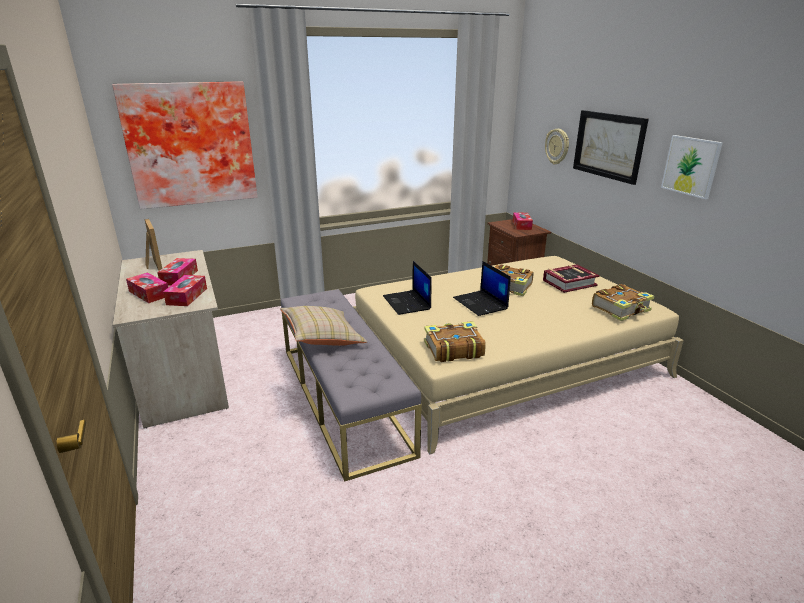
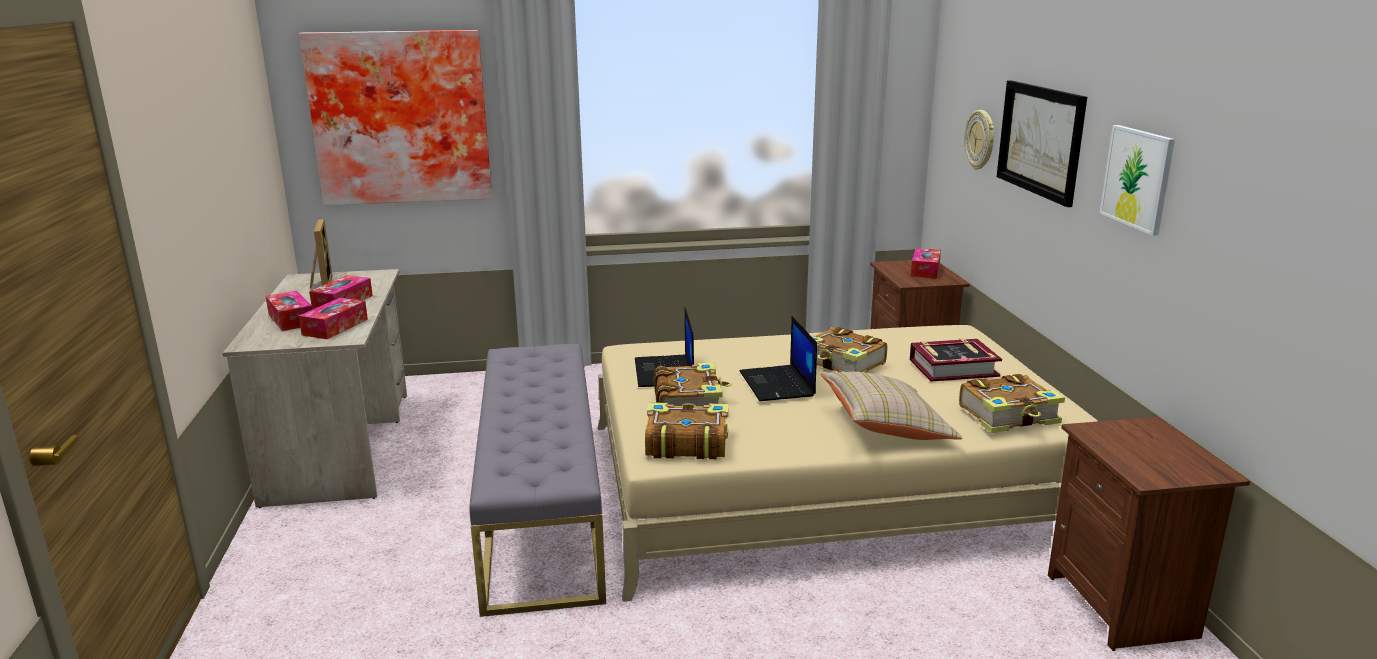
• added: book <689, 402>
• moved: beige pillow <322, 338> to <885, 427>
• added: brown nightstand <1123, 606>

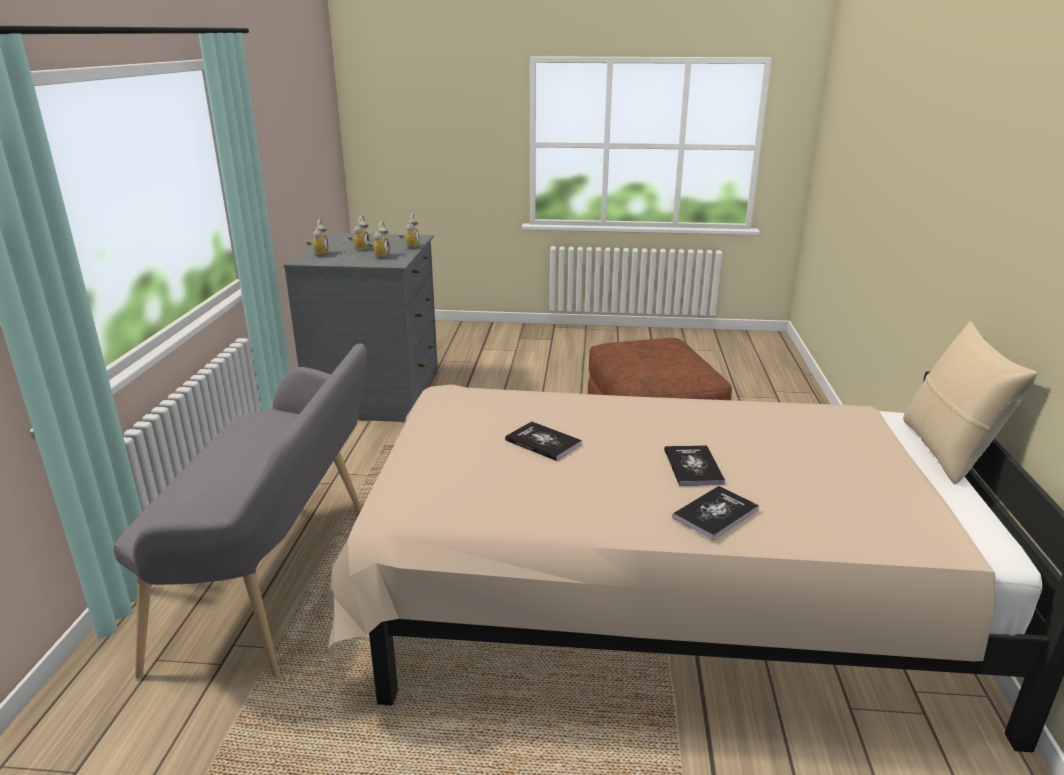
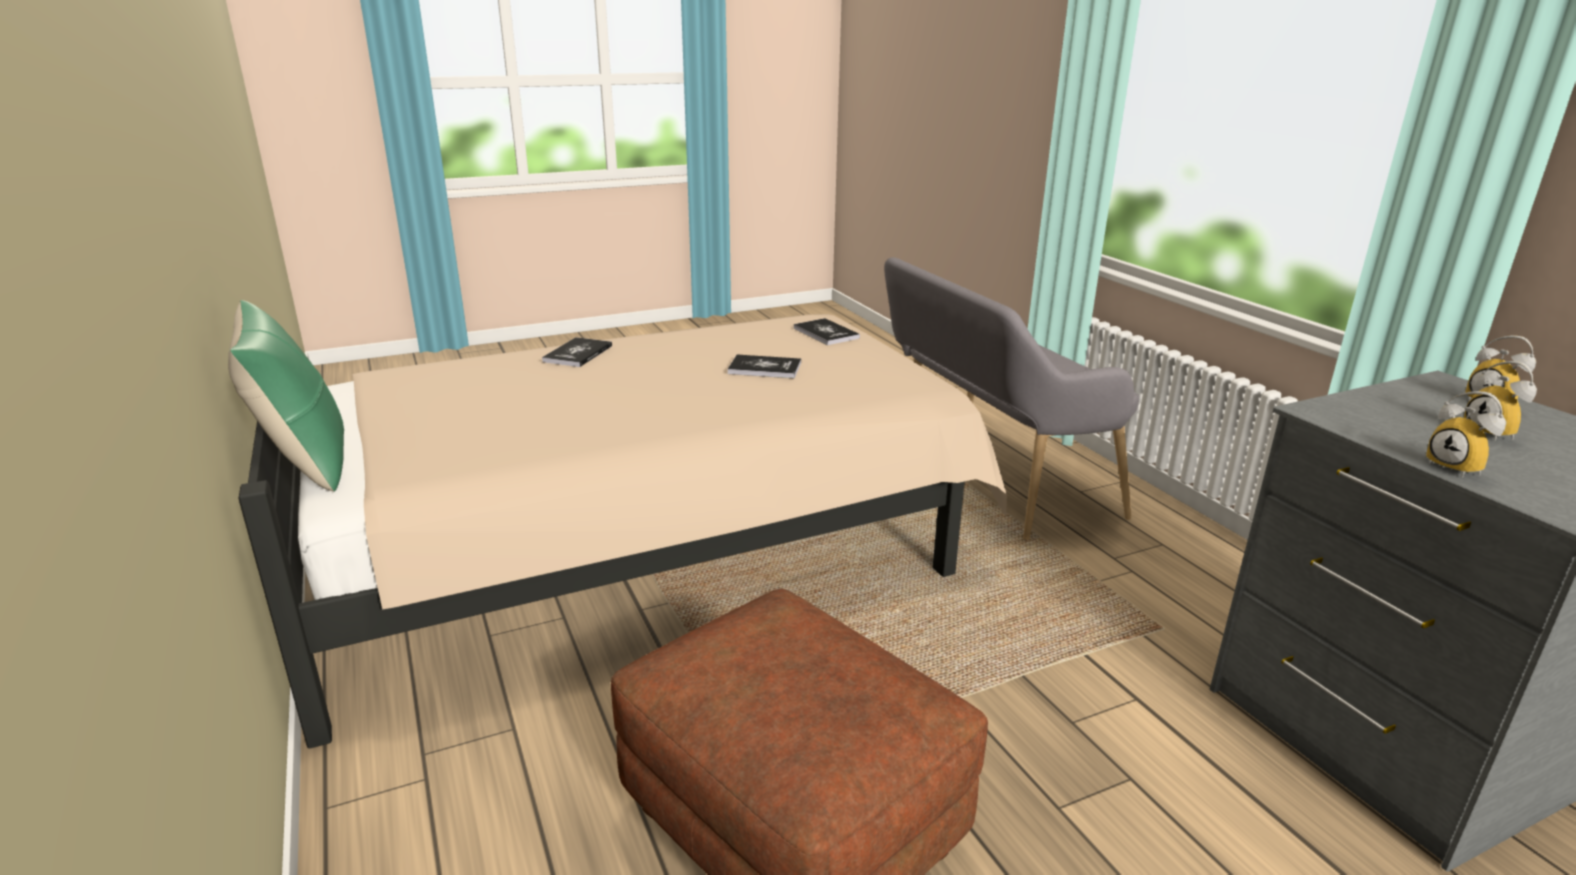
• recoloured: beige pillow <947, 451> to green pillow <305, 462>
• moved: book <693, 467> to <826, 333>
• removed: alarm clock <379, 256>

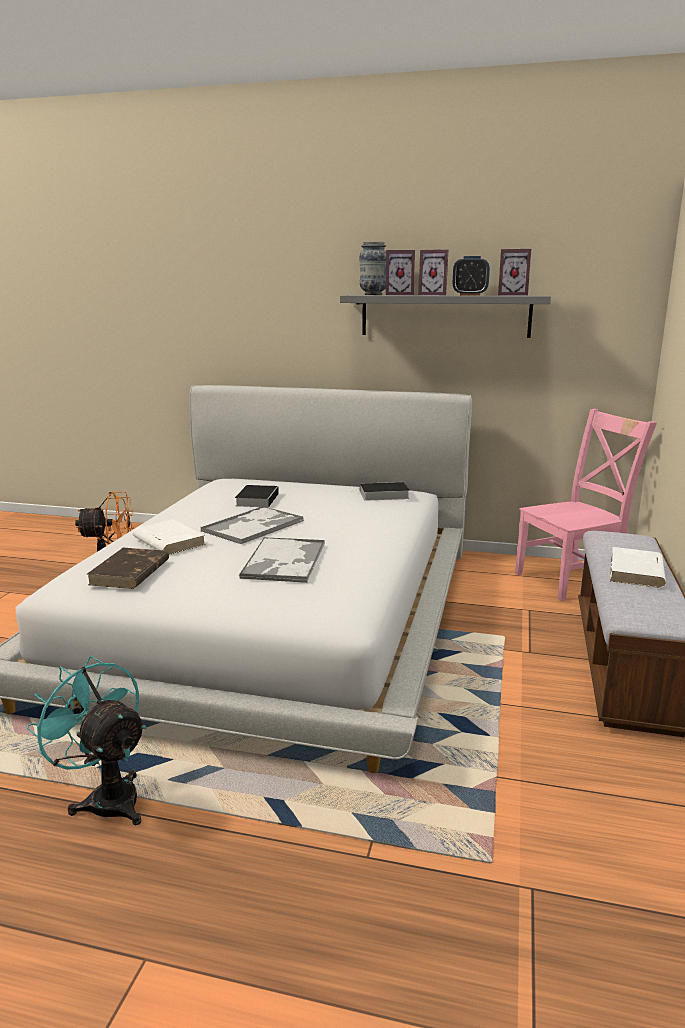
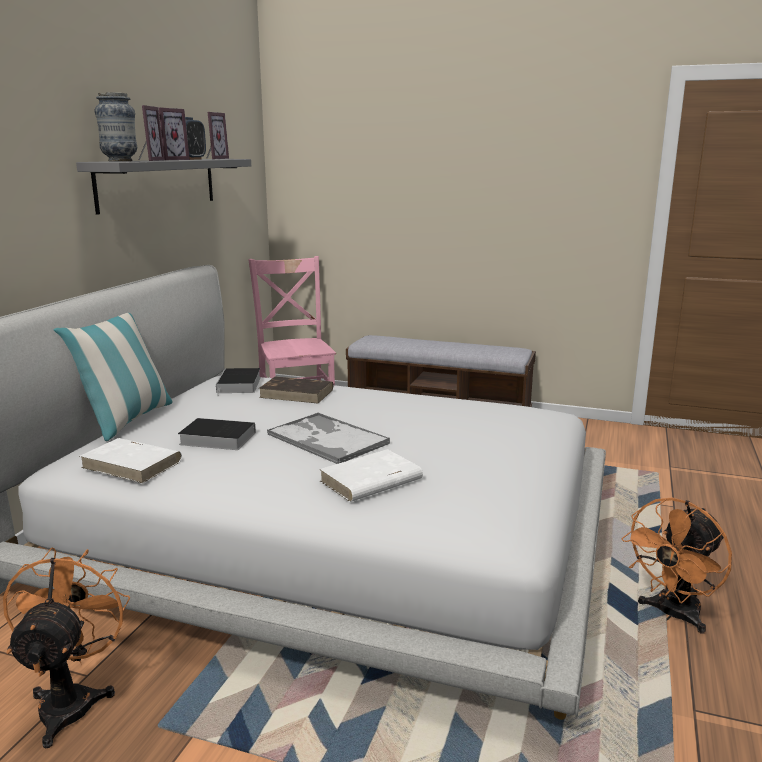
• added: pillow <126, 420>
• moved: white book <636, 572> to <133, 464>
• moved: brown book <129, 573> to <297, 393>
• recoloured: turquoise fan <106, 797> to orange fan <672, 615>
• removed: tray <284, 561>

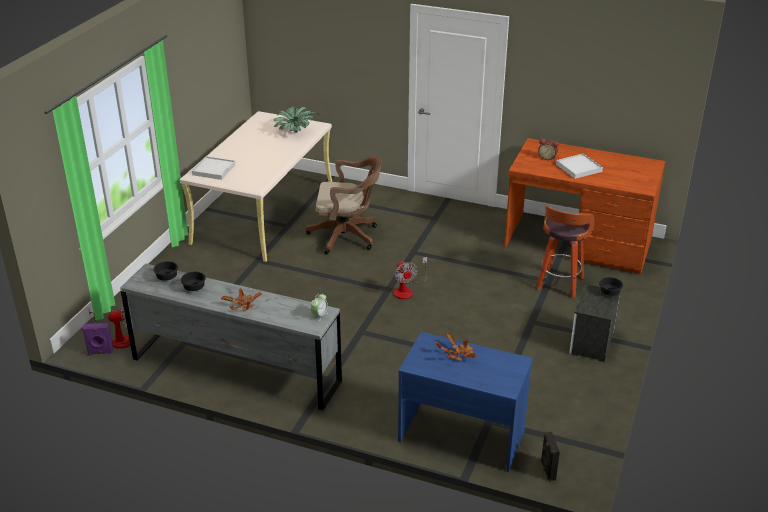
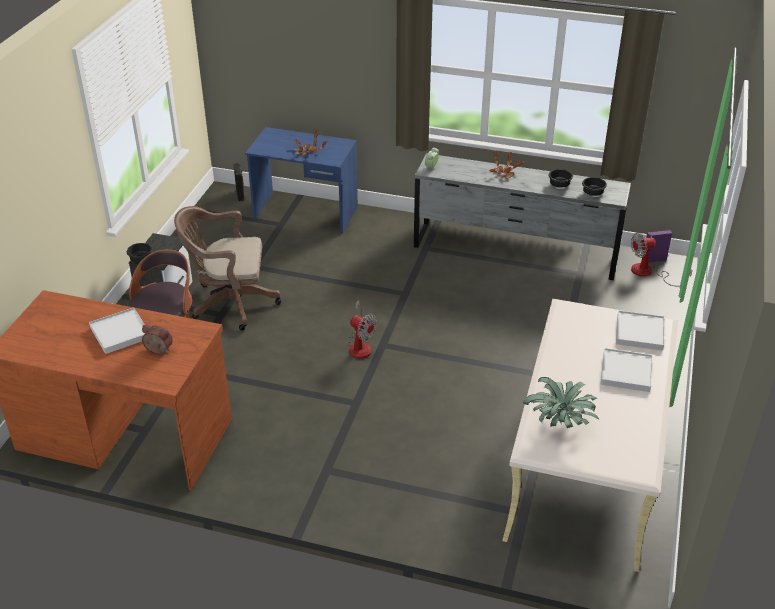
• moved: brown office chair <347, 236> to <230, 303>
• turned: fan <407, 290> = <360, 345> 150 degrees clockwise
• added: white tray <626, 372>

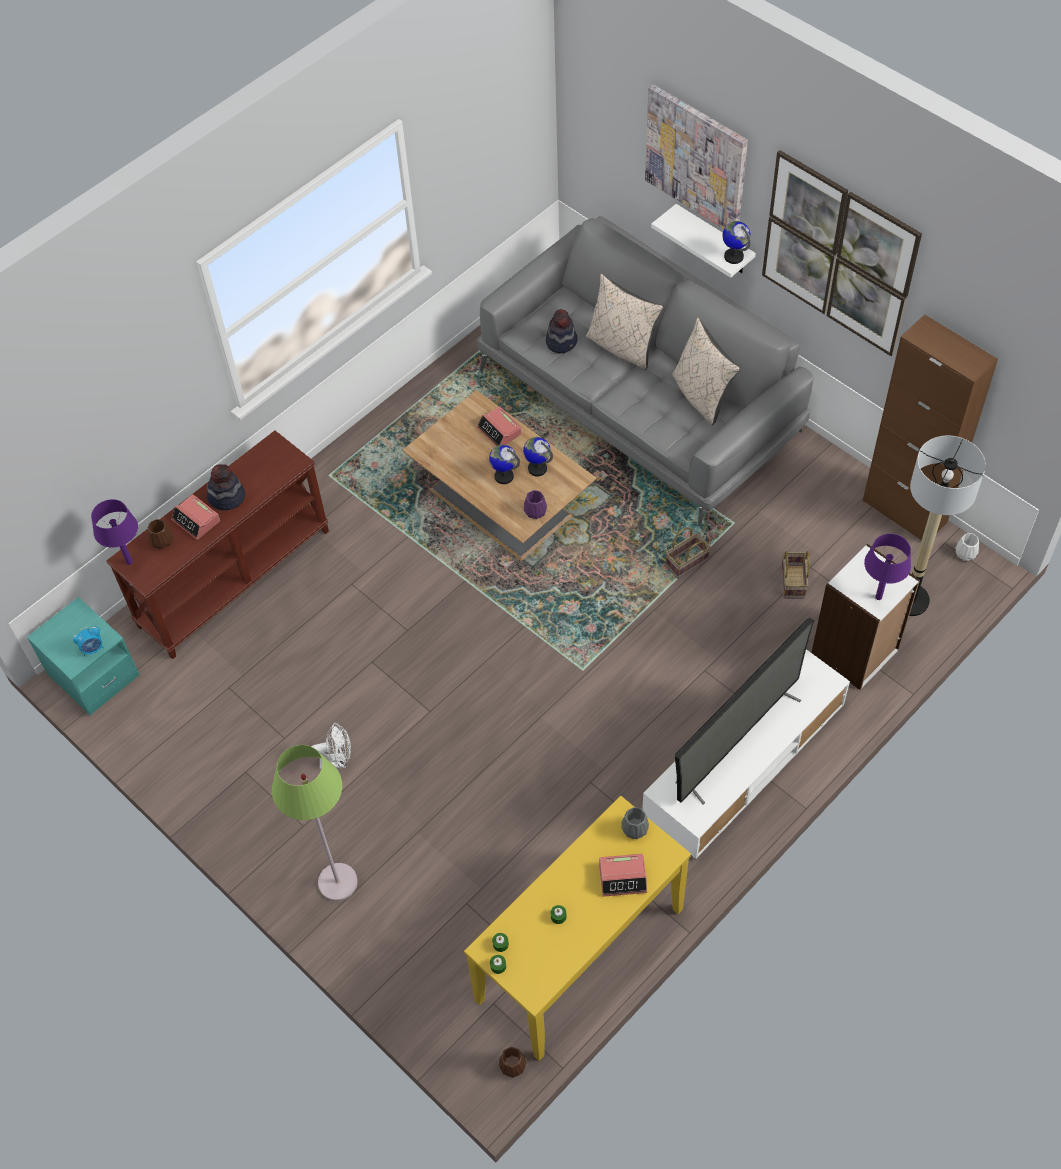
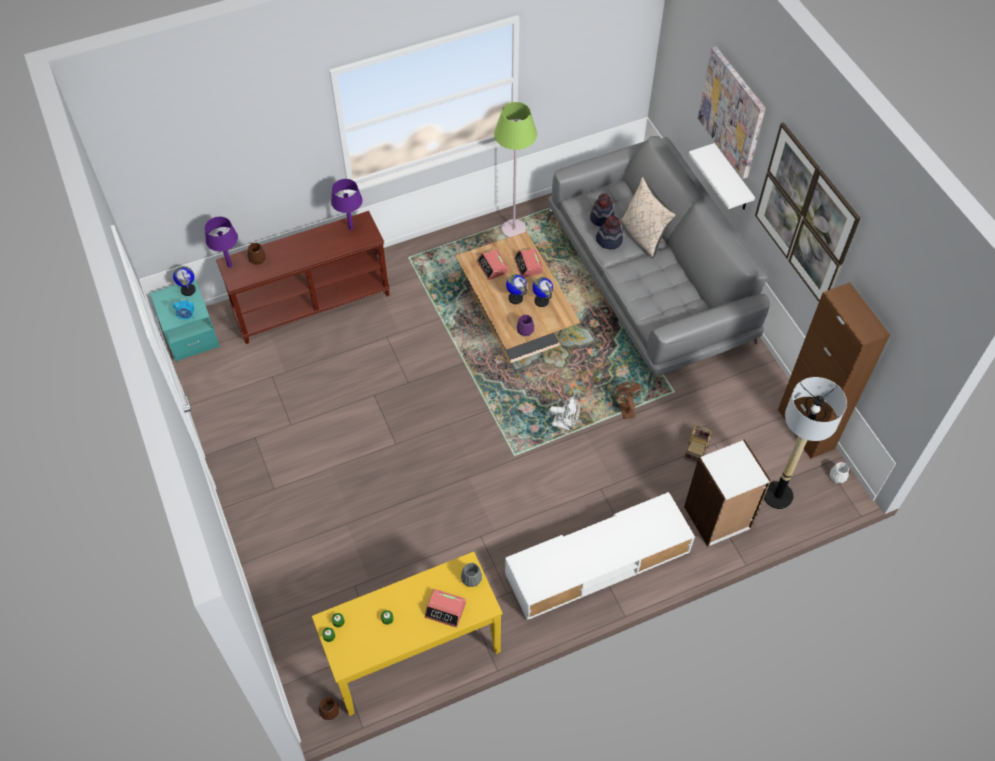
• moved: globe <733, 256> to <188, 290>
• moved: purple table lamp <878, 597> to <350, 228>
• moved: alarm clock <196, 520> to <492, 267>
• moved: green floor lamp <337, 882> to <513, 229>
• moved: white fan <337, 761> to <565, 424>
• moved: hat <227, 497> to <609, 240>
• replaced: basket <686, 563> to brown fan <625, 408>
• removed: beige pillow <701, 396>
• removed: television <737, 741>

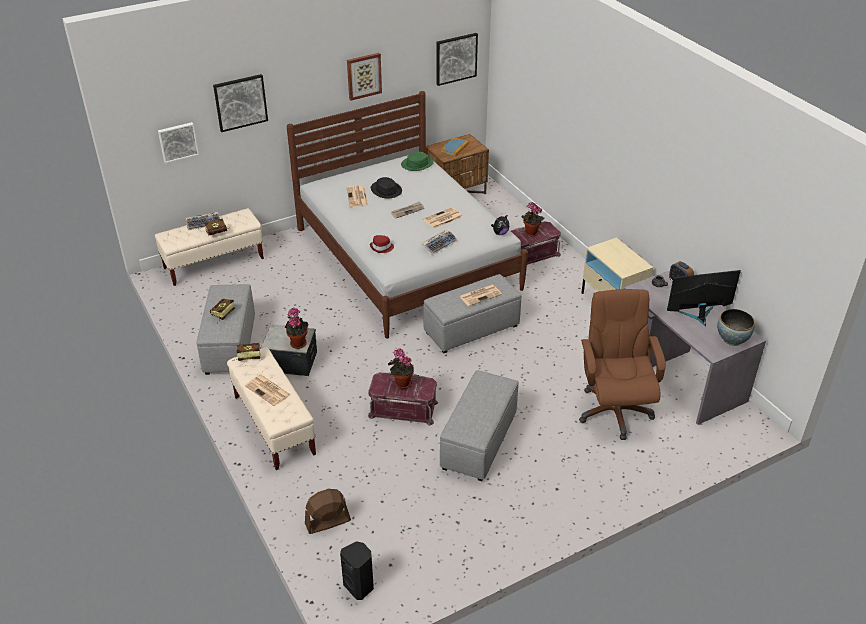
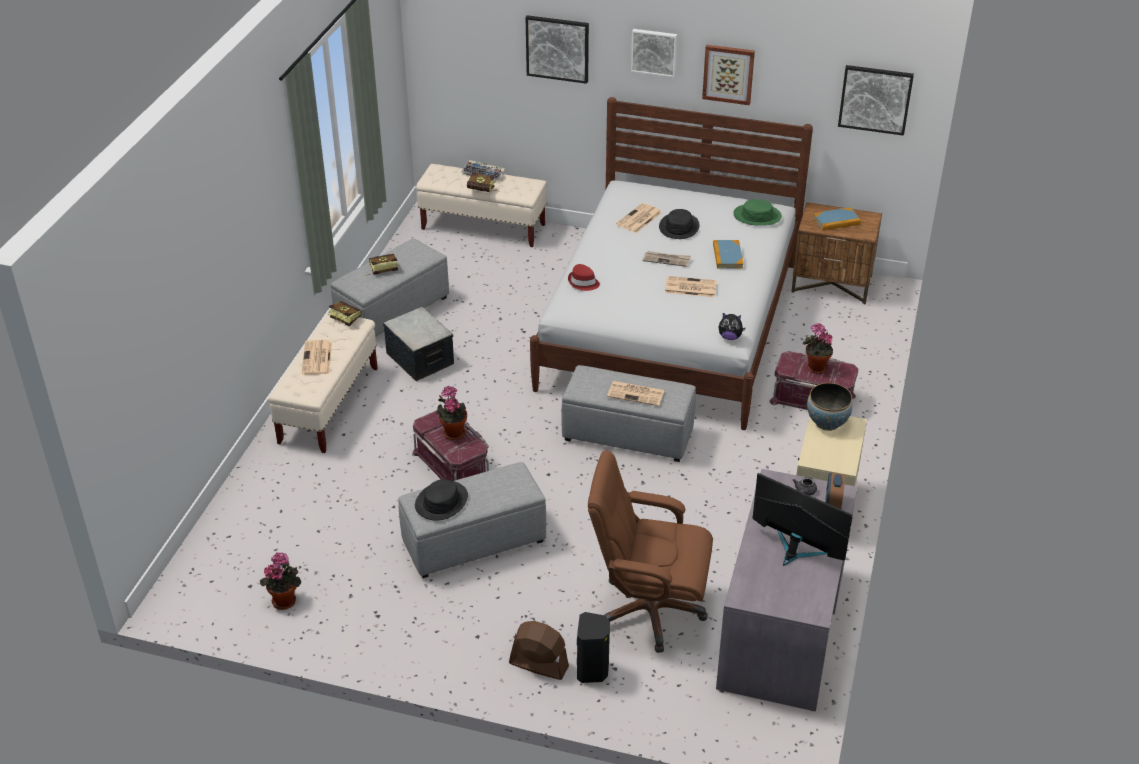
• moved: potted plant <297, 343> to <285, 599>
• added: black hat <441, 501>
• moved: brown fan <327, 522> to <538, 665>
• moved: black speaker <359, 586> to <593, 670>
• turned: brown office chair <614, 410> = <648, 610> 120 degrees counterclockwise
• moved: picture <178, 141> to <654, 52>
• added: book <727, 256>
• moved: bowl <732, 340> to <827, 423>
• removed: keyboard <439, 244>

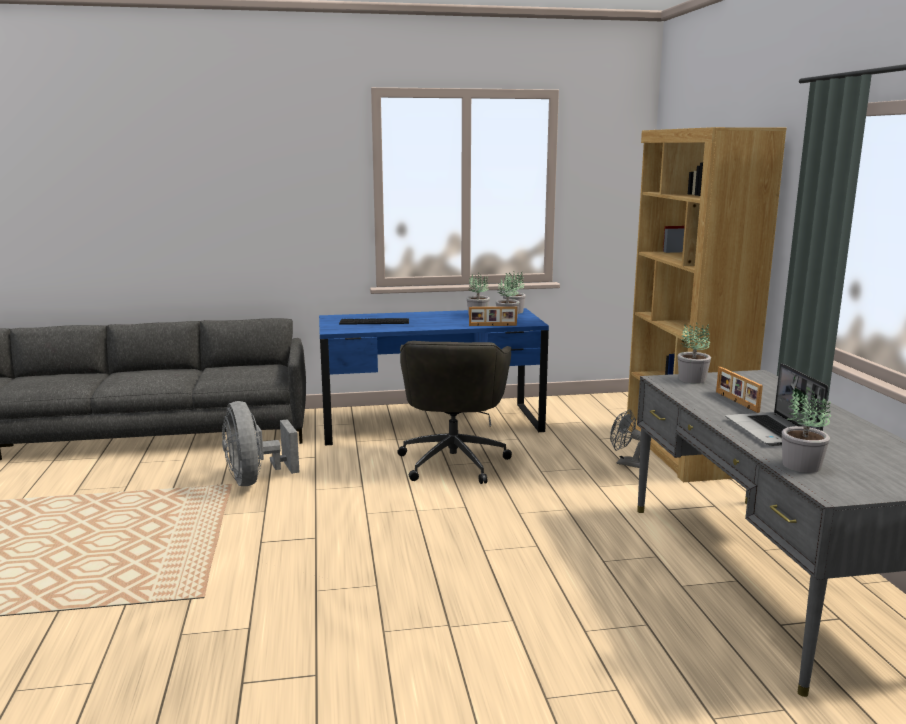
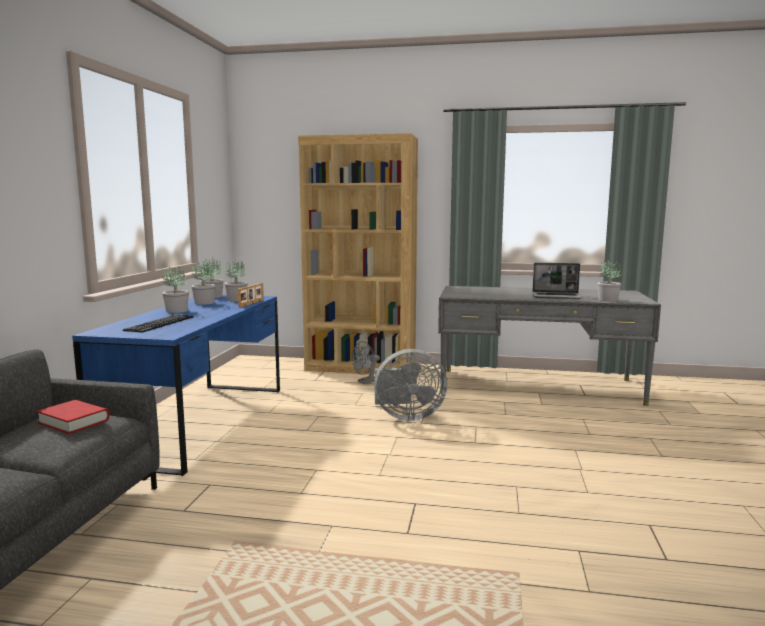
• added: red book <74, 421>
• moved: potted plant <692, 379> to <176, 310>
• moved: grey fan <255, 480> to <406, 416>
• removed: grey office chair <453, 461>
• removed: picture frame <736, 402>

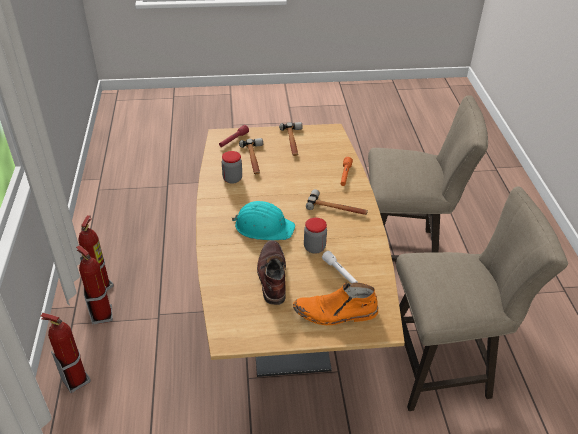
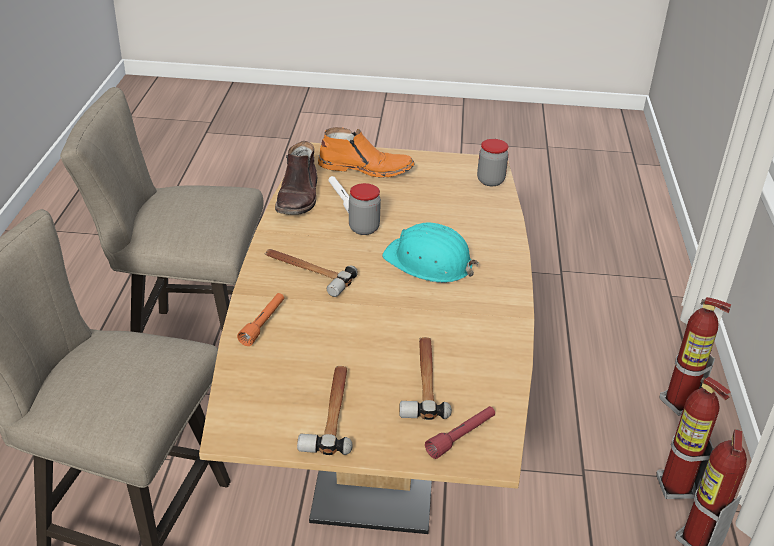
• moved: brown boot <272, 276> to <298, 197>
• moved: jar <232, 179> to <490, 181>

